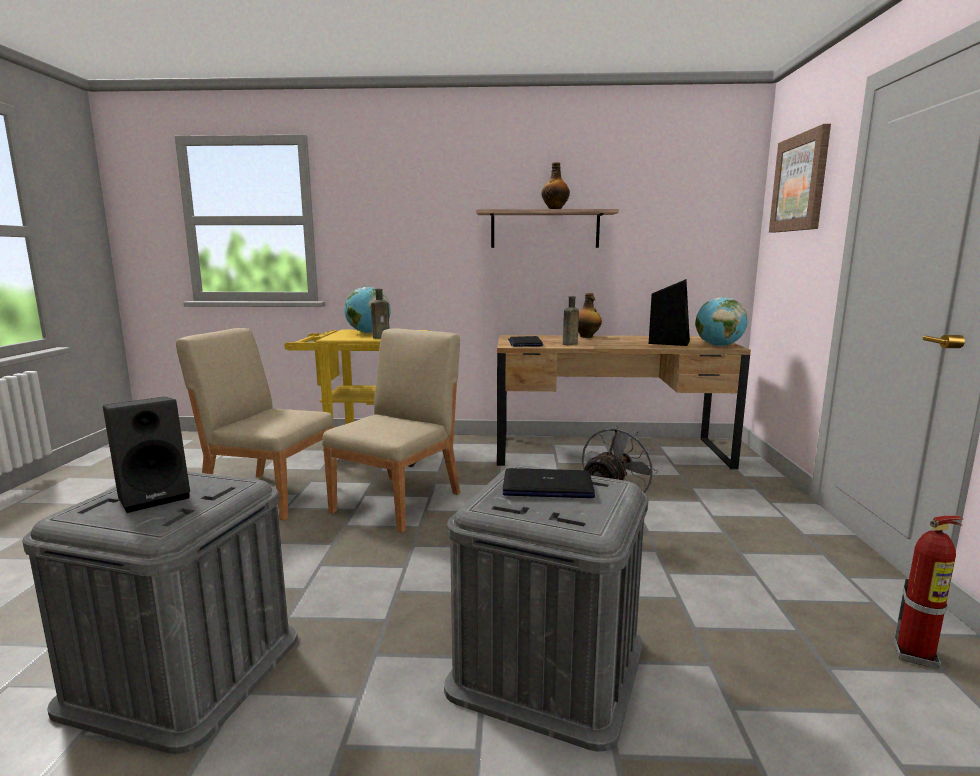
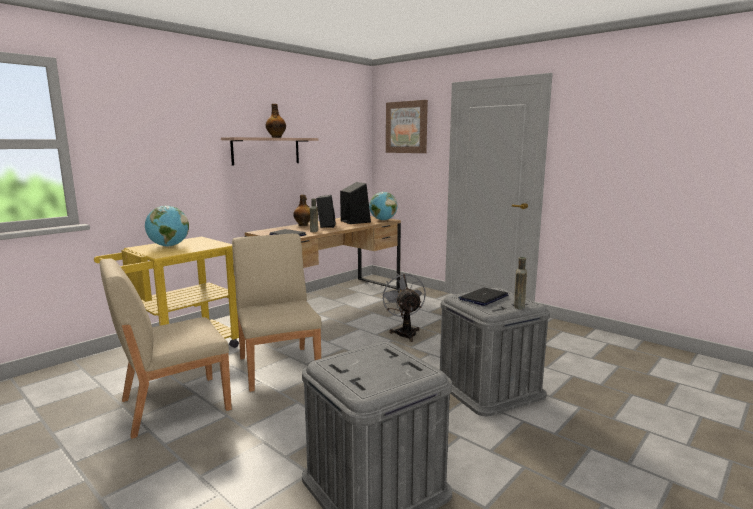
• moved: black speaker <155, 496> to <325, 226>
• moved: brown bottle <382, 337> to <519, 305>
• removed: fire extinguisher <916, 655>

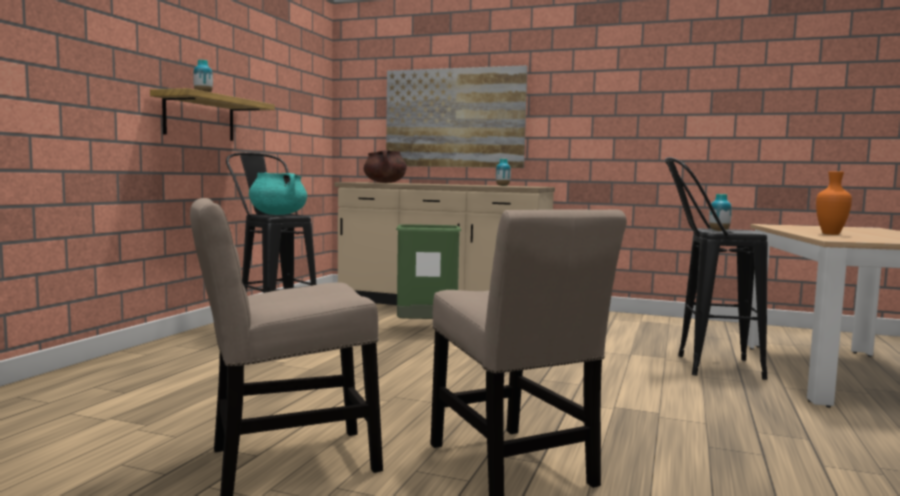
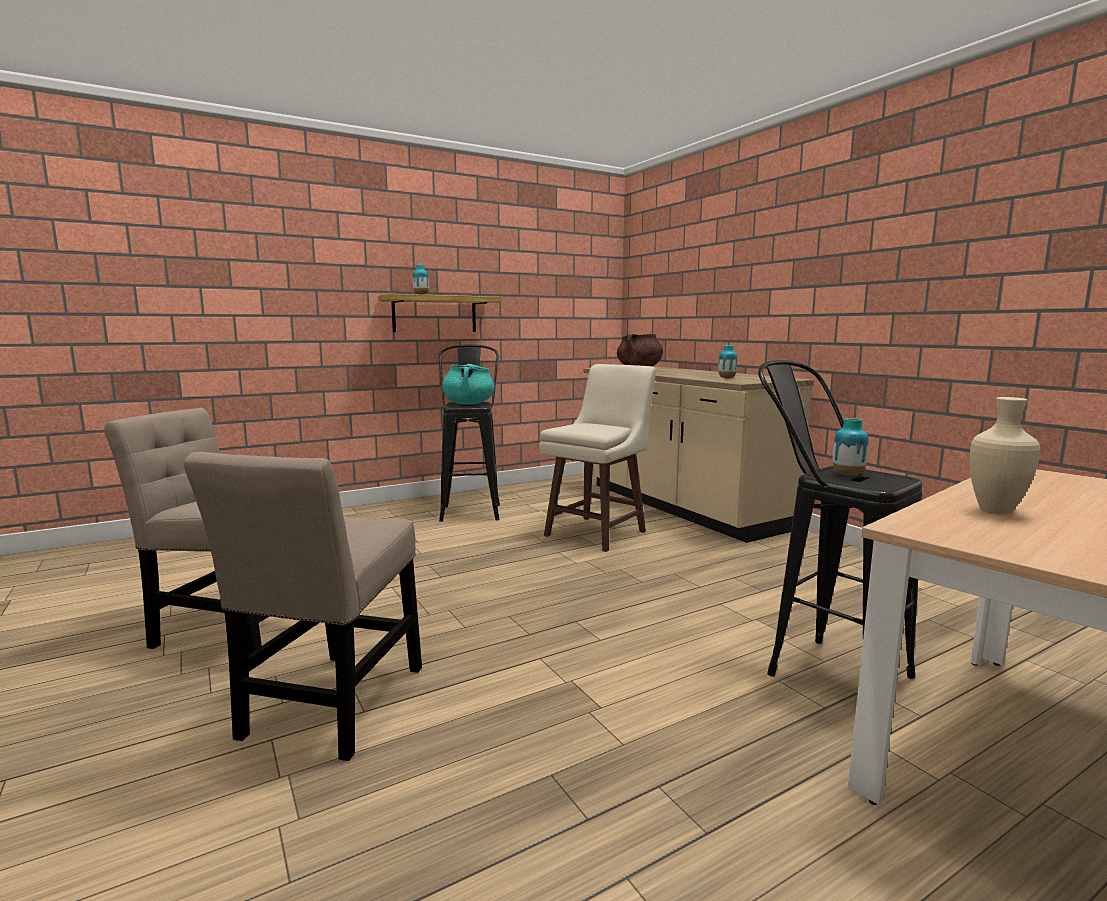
• replaced: green trash can <427, 329> to beige stool <598, 533>
• recoloured: orange vase <832, 234> to beige vase <997, 512>
• removed: picture <454, 118>

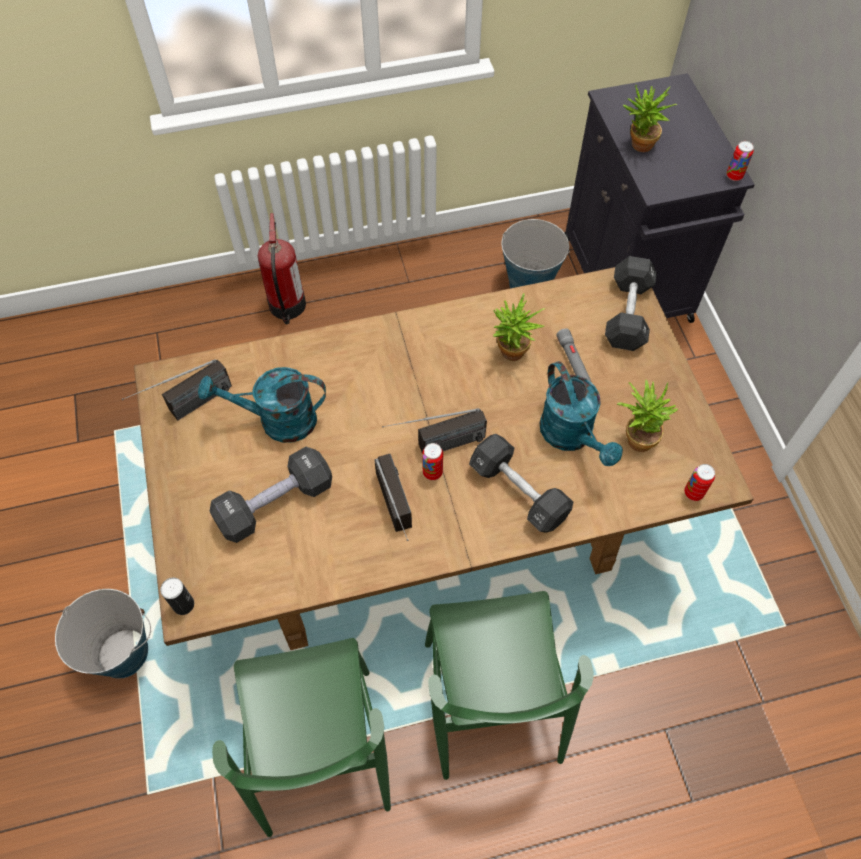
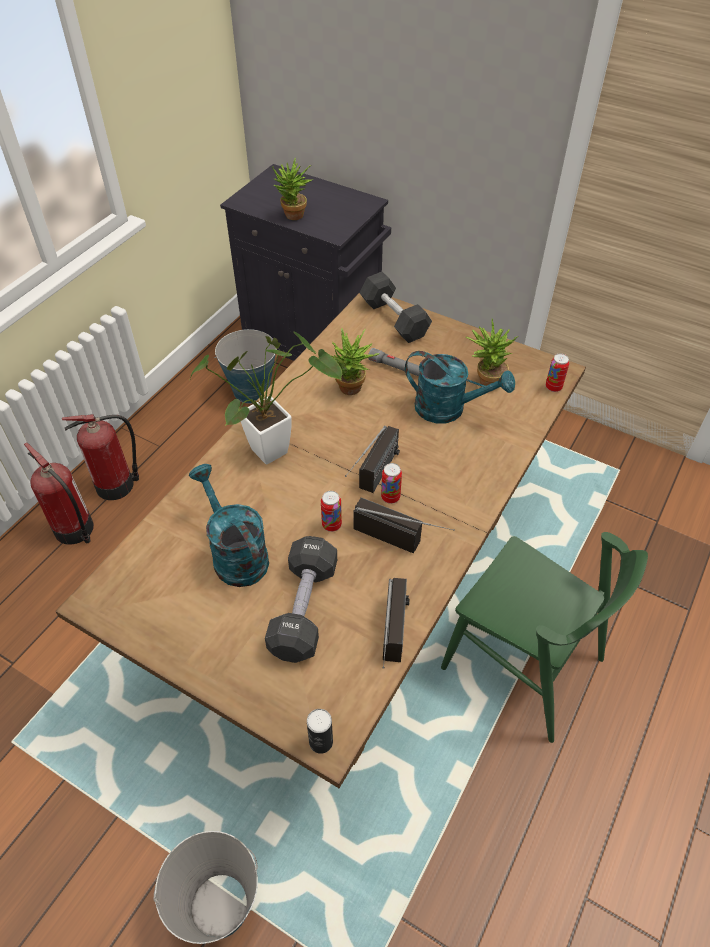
• added: fire extinguisher <117, 485>
• turned: turquoise watering can <277, 421> = <235, 554> 105 degrees clockwise
• added: potted plant <277, 448>
• moved: can <734, 176> to <331, 525>
• moved: radio <187, 409> to <395, 646>
• removed: green chair <319, 751>
• removed: black dumbbell <518, 491>

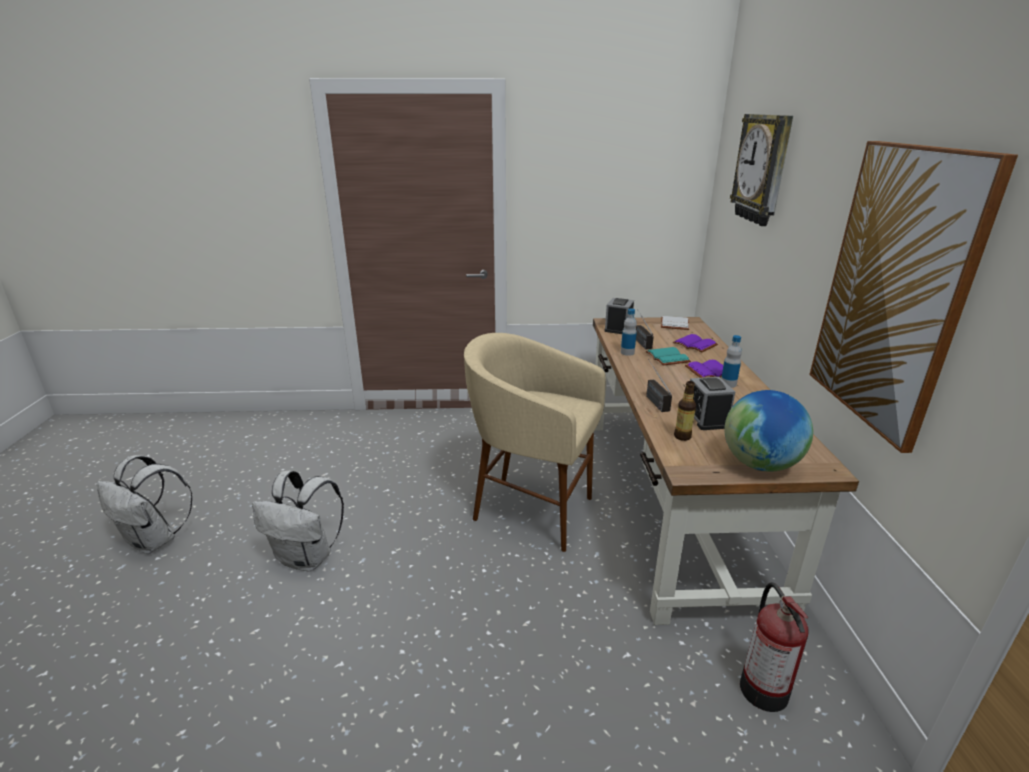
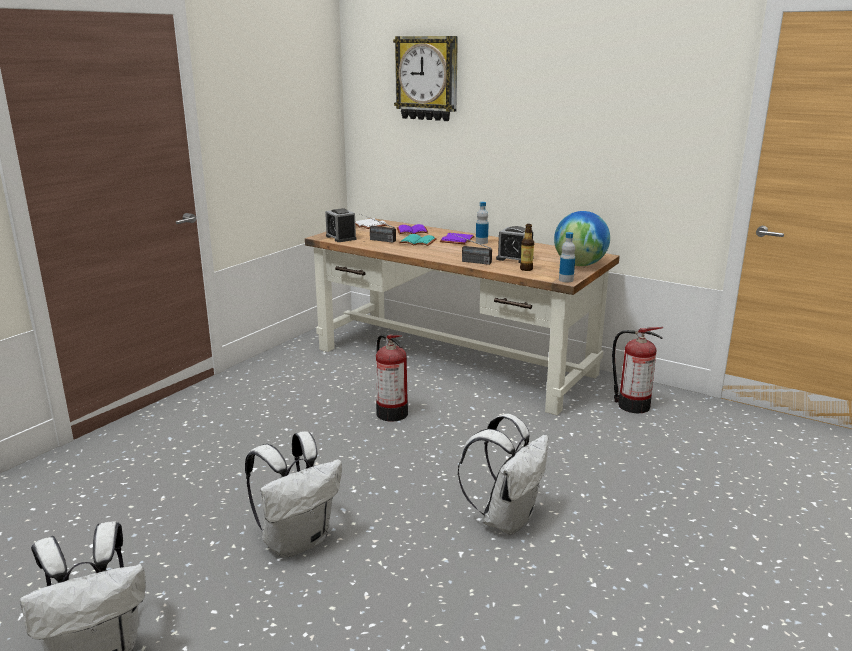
• replaced: beige stool <531, 510> to fire extinguisher <391, 412>
• added: white backpack <506, 519>
• moved: bottle <627, 352> to <566, 280>
• removed: picture <894, 291>

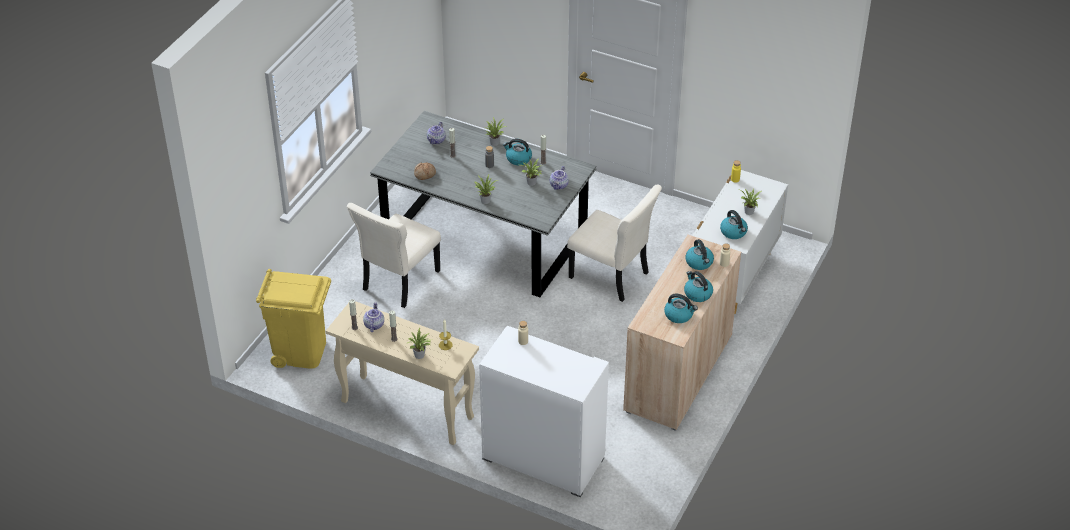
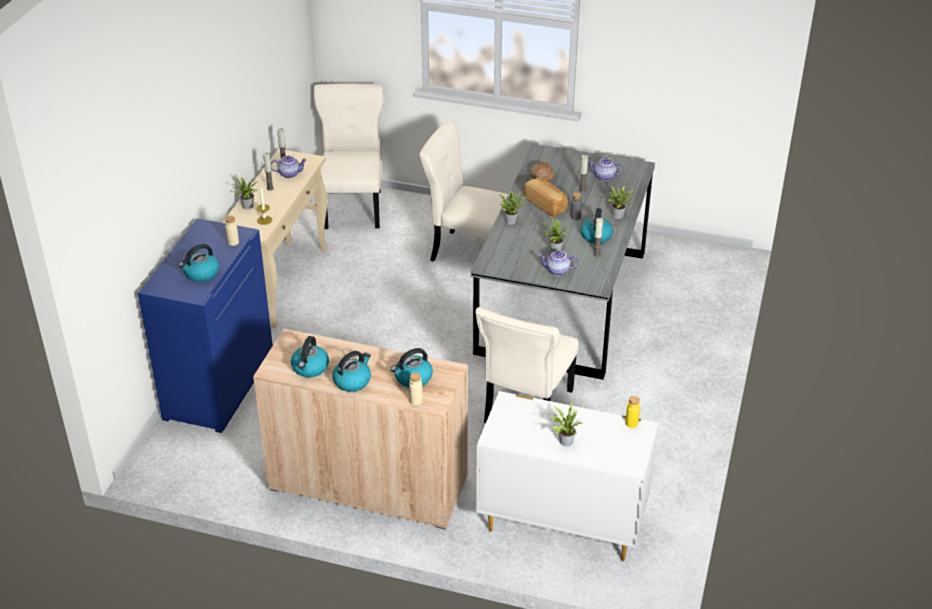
• recoloured: white cabinet <542, 458> to blue cabinet <218, 385>
• moved: kettle <734, 232> to <201, 274>
• replaced: yellow trash can <301, 351> to beige chair <353, 207>
• added: bread <546, 205>

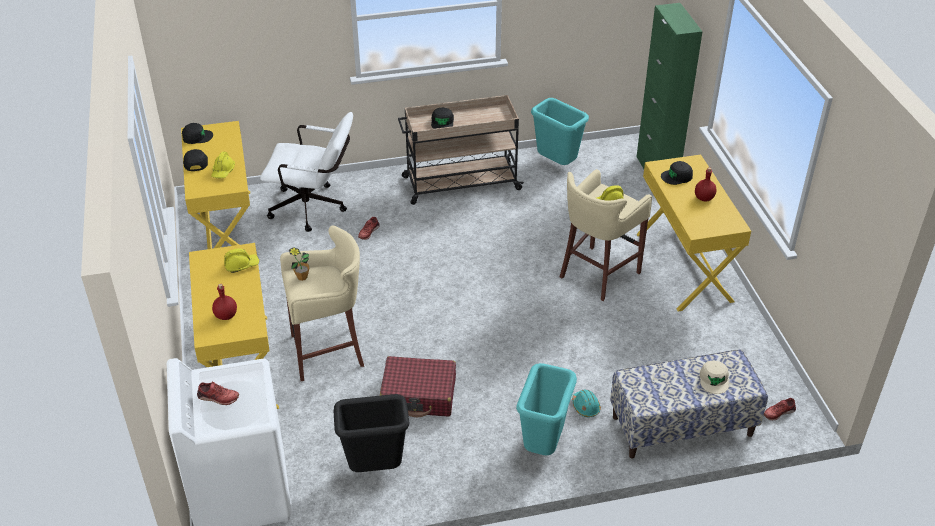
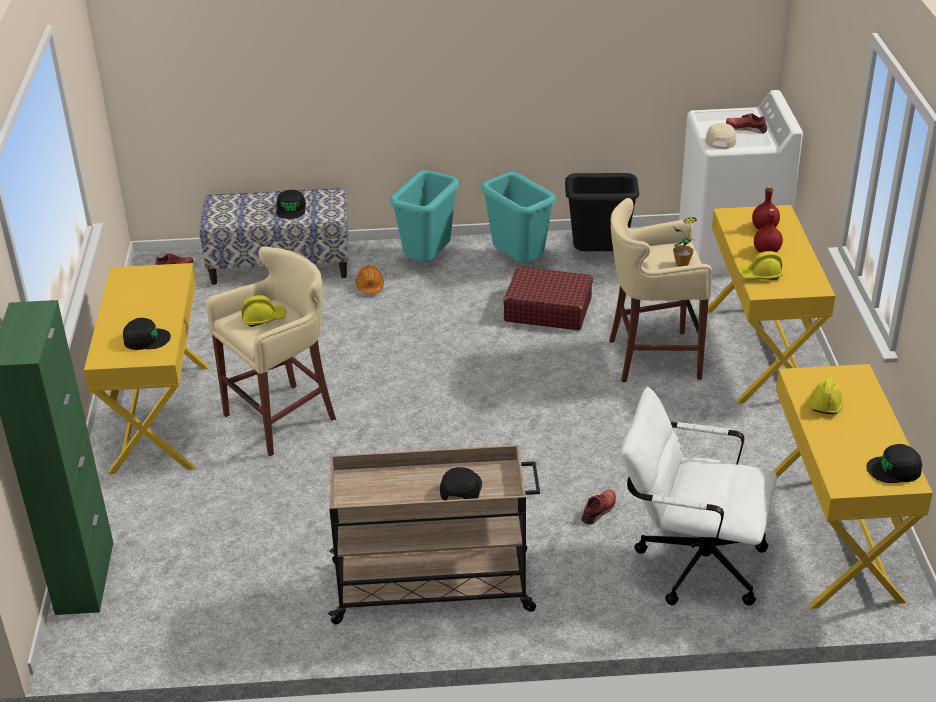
• moved: black cap <195, 162> to <291, 209>
• recoloured: turquoise hard hat <585, 407> to orange hard hat <370, 286>
• moved: turquoise trash can <557, 164> to <517, 263>
• moved: beige cap <714, 380> to <720, 140>
• moved: red bottle <704, 198> to <766, 252>

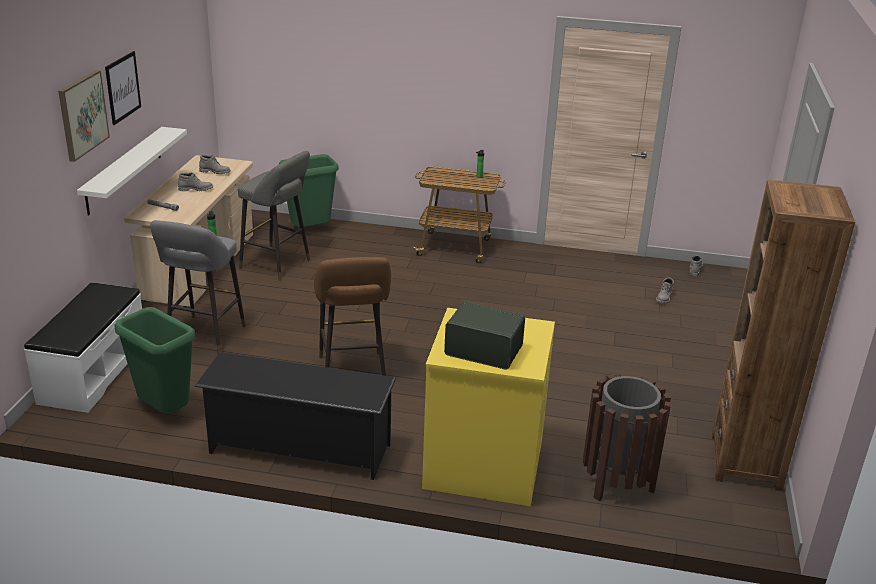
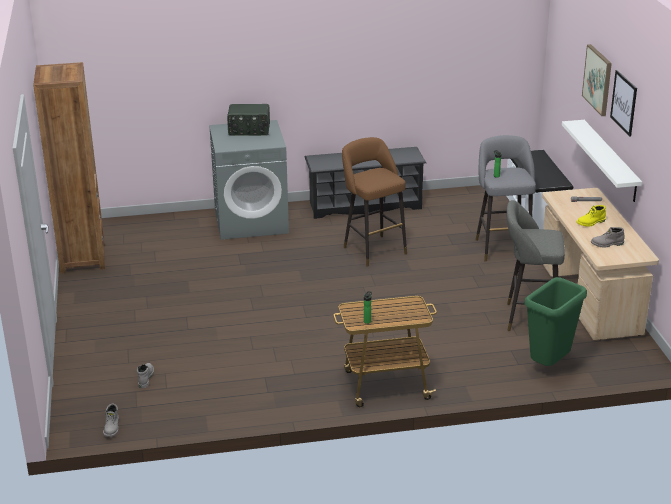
• recoloured: yellow washing machine <482, 465> to grey washing machine <251, 221>
• recoloured: grey boot <196, 189> to yellow boot <591, 223>
• removed: green trash can <163, 412>
• removed: brown trash can <617, 481>

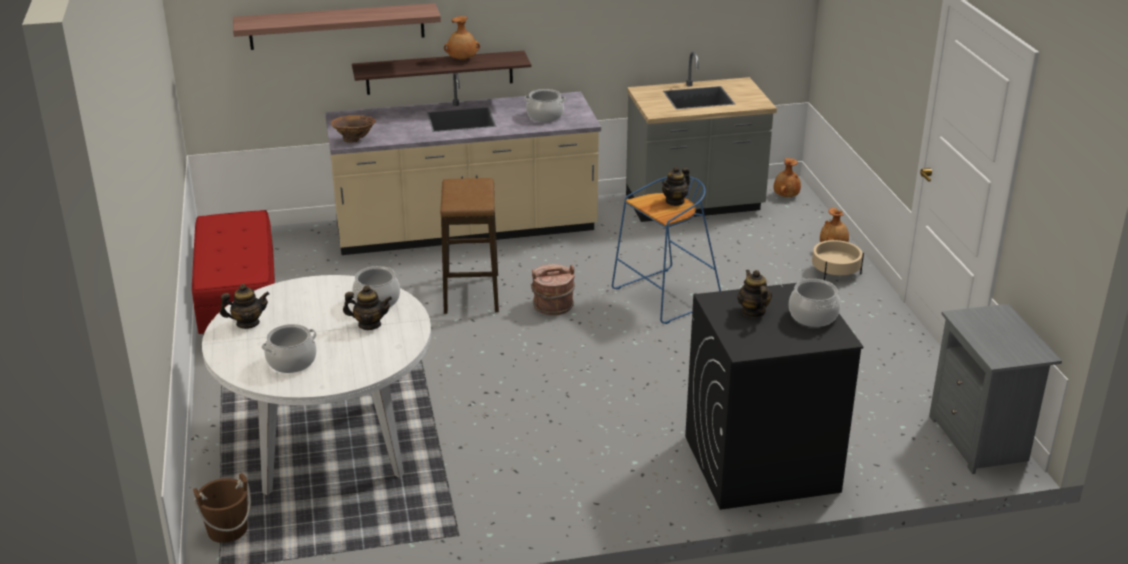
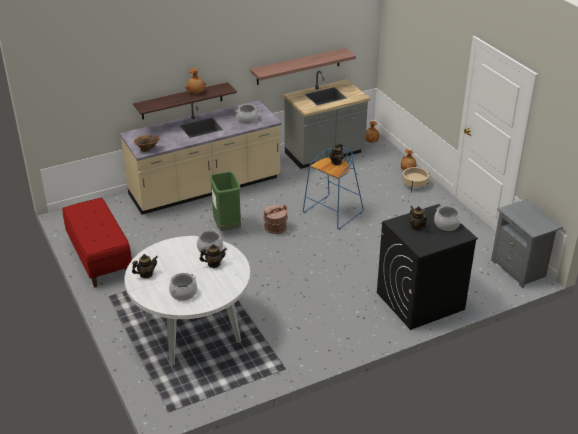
• replaced: stool <471, 294> to green trash can <227, 227>
• moved: shelf <337, 26> to <298, 66>
• removed: brown bucket <227, 530>

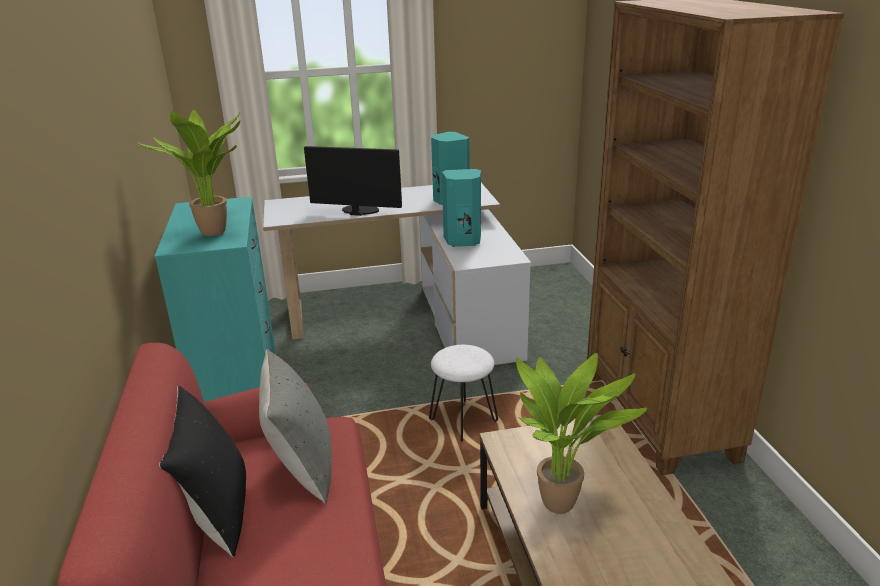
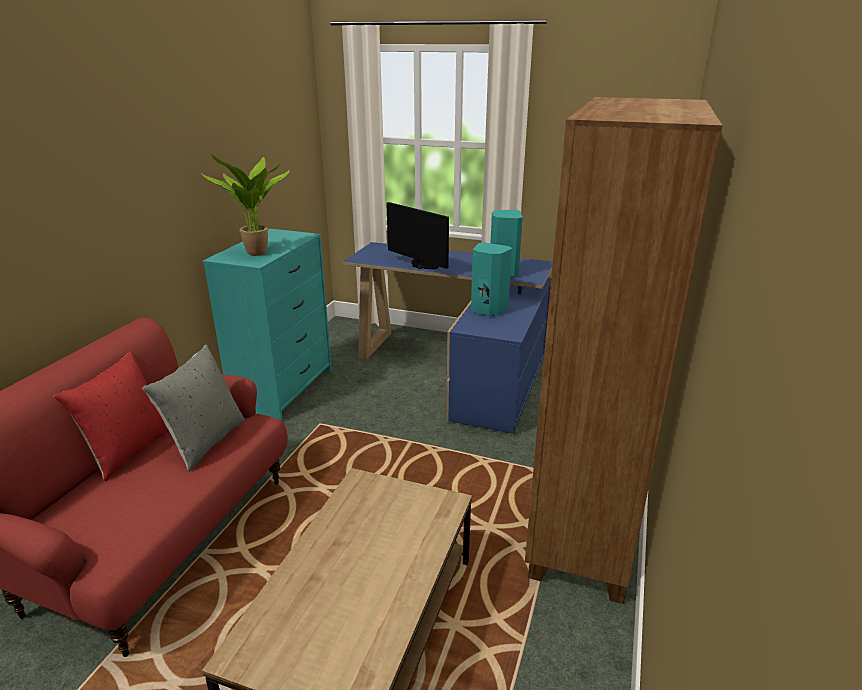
• recoloured: black pillow <215, 514> to red pillow <129, 450>
• recoloured: white desk <412, 318> to blue desk <459, 369>
• removed: white stool <462, 422>
• removed: potted plant <564, 503>

